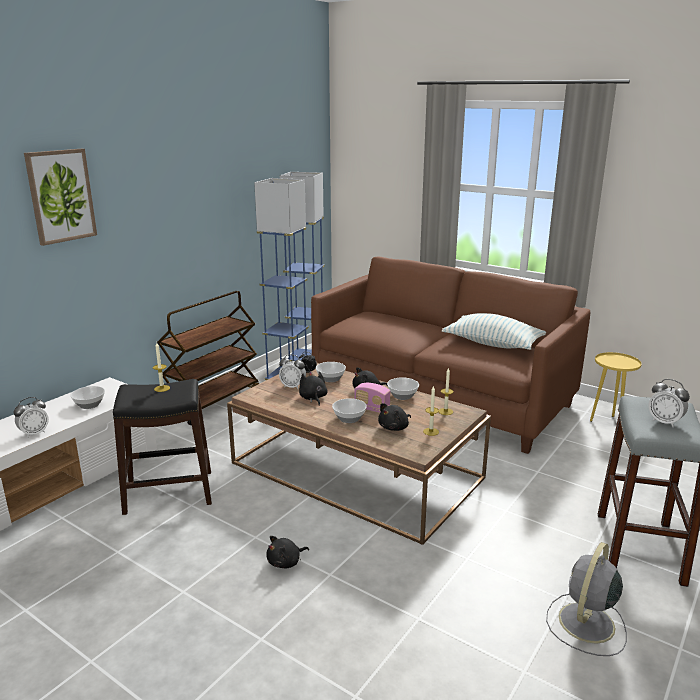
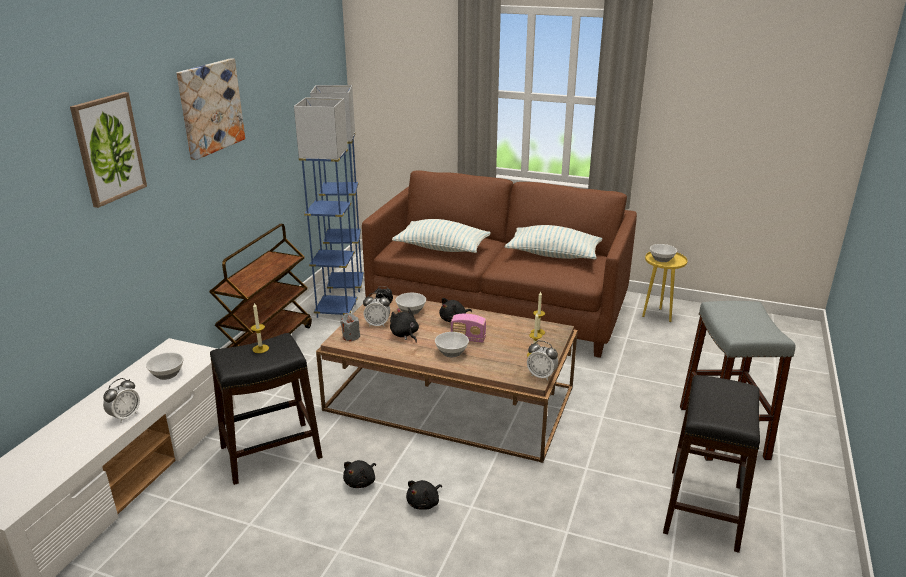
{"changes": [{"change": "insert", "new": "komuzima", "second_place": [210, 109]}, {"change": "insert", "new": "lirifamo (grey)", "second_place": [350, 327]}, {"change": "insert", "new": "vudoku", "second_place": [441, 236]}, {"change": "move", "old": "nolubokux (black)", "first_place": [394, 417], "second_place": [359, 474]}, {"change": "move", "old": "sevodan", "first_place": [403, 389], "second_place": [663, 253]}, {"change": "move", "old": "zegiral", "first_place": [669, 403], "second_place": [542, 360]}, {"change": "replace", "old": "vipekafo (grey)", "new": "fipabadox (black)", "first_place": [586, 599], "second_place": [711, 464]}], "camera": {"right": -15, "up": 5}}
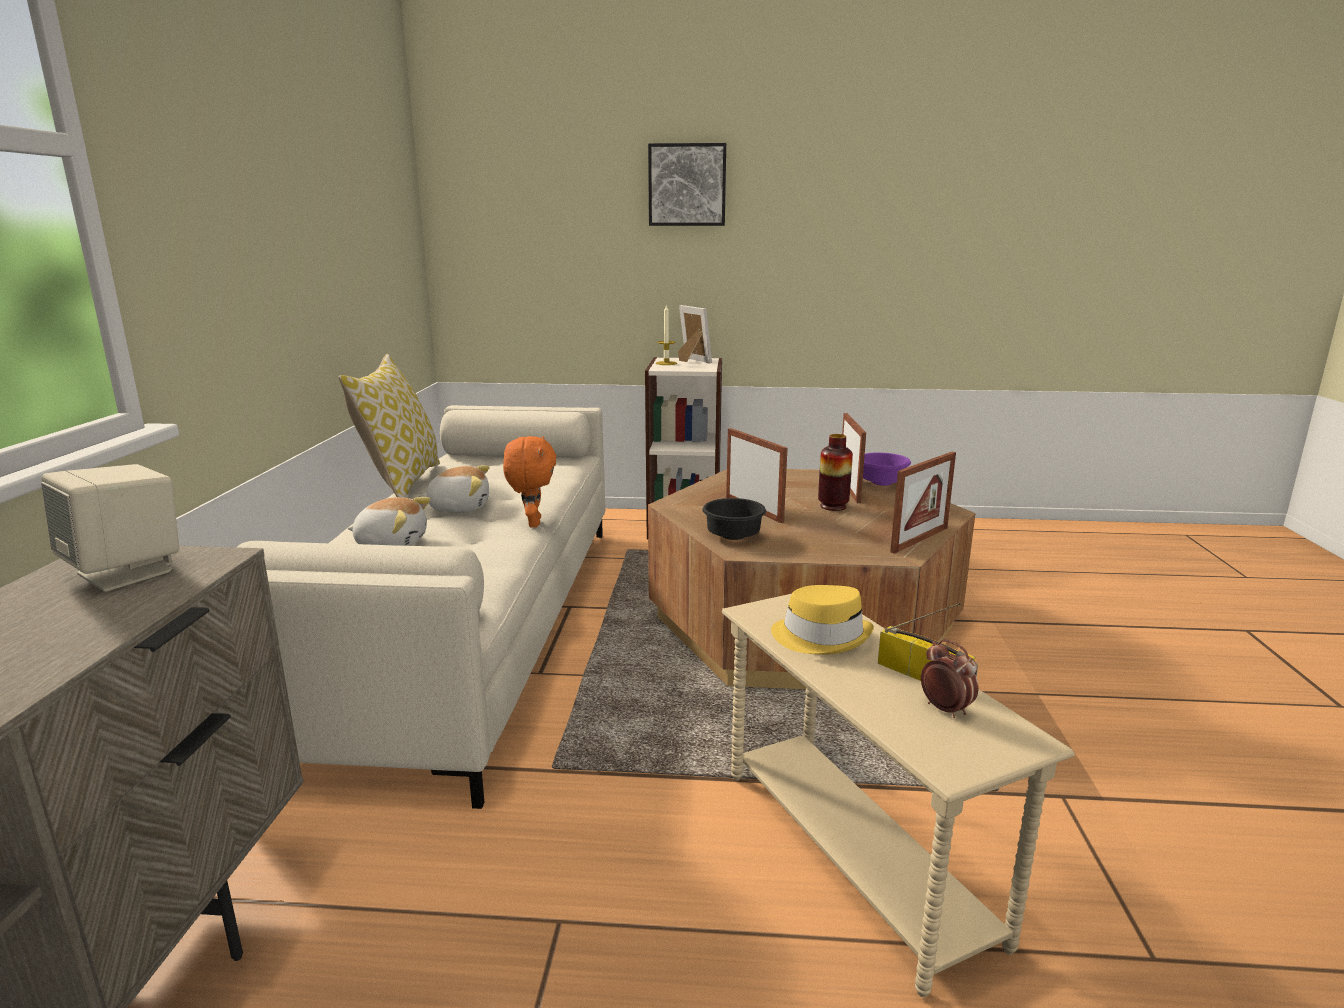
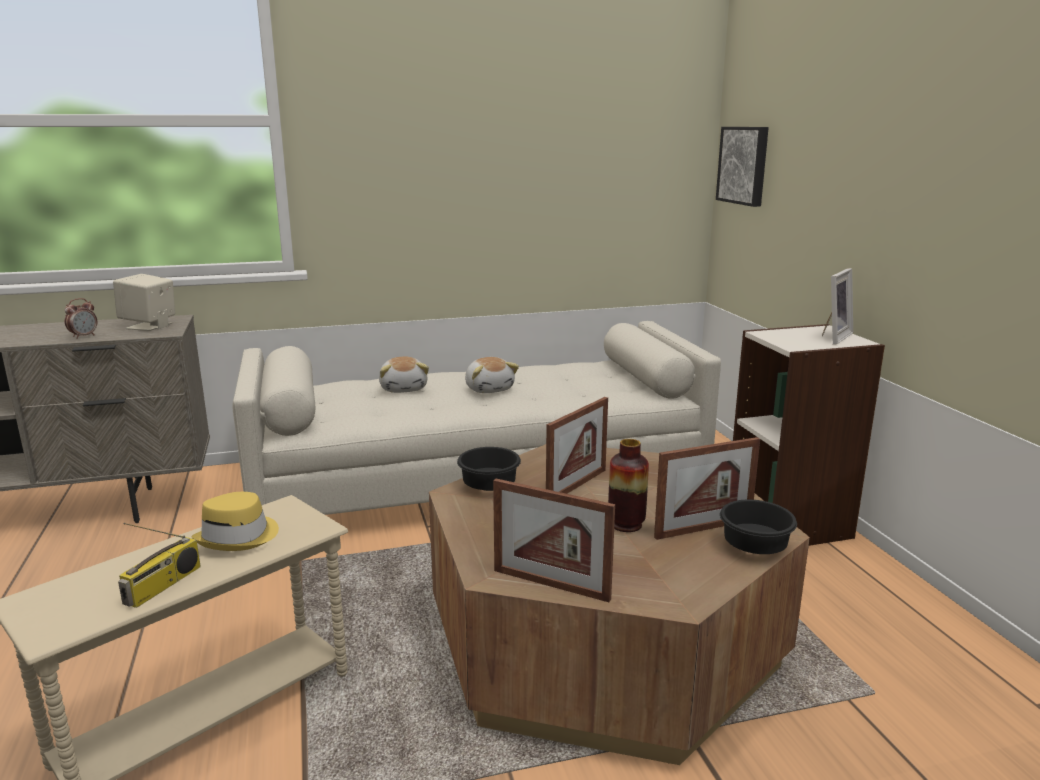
{"changes": [{"change": "delete", "old": "vudoku", "first_place": [389, 426]}, {"change": "delete", "old": "nolubokux (orange)", "first_place": [529, 481]}, {"change": "delete", "old": "lirifamo", "first_place": [666, 335]}, {"change": "move", "old": "komuzima", "first_place": [687, 184], "second_place": [742, 167]}, {"change": "move", "old": "zegiral", "first_place": [950, 678], "second_place": [81, 318]}, {"change": "recolor", "old": "sevodan (purple)", "new": "sevodan (black)", "first_place": [887, 469], "second_place": [758, 527]}], "camera": {"right": 70, "up": 0}}
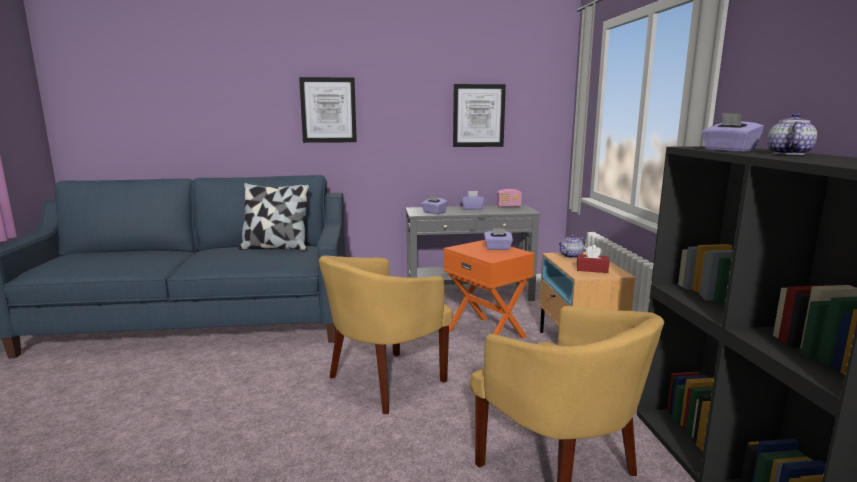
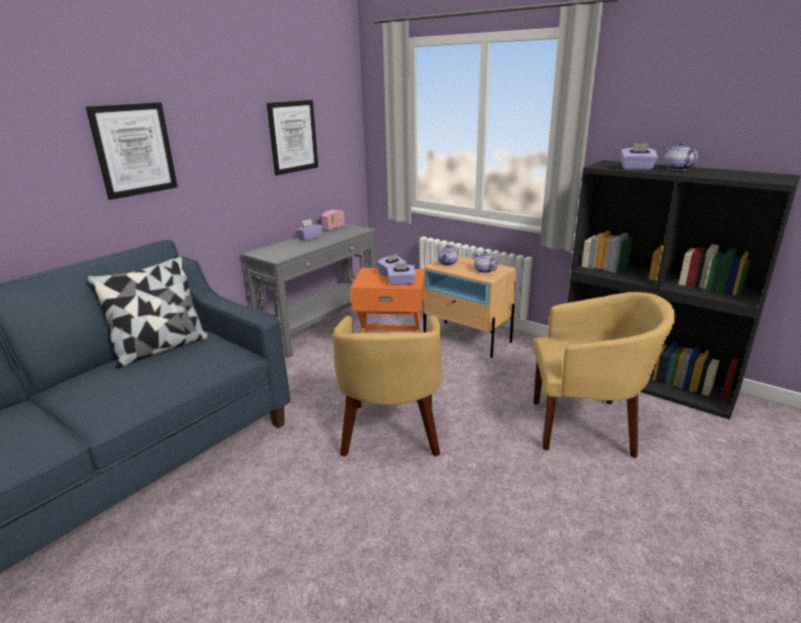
{"changes": [{"change": "move", "old": "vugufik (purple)", "first_place": [434, 204], "second_place": [401, 274]}, {"change": "replace", "old": "vugufik (red)", "new": "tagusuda", "first_place": [593, 259], "second_place": [485, 262]}], "camera": {"right": -45, "up": 10}}
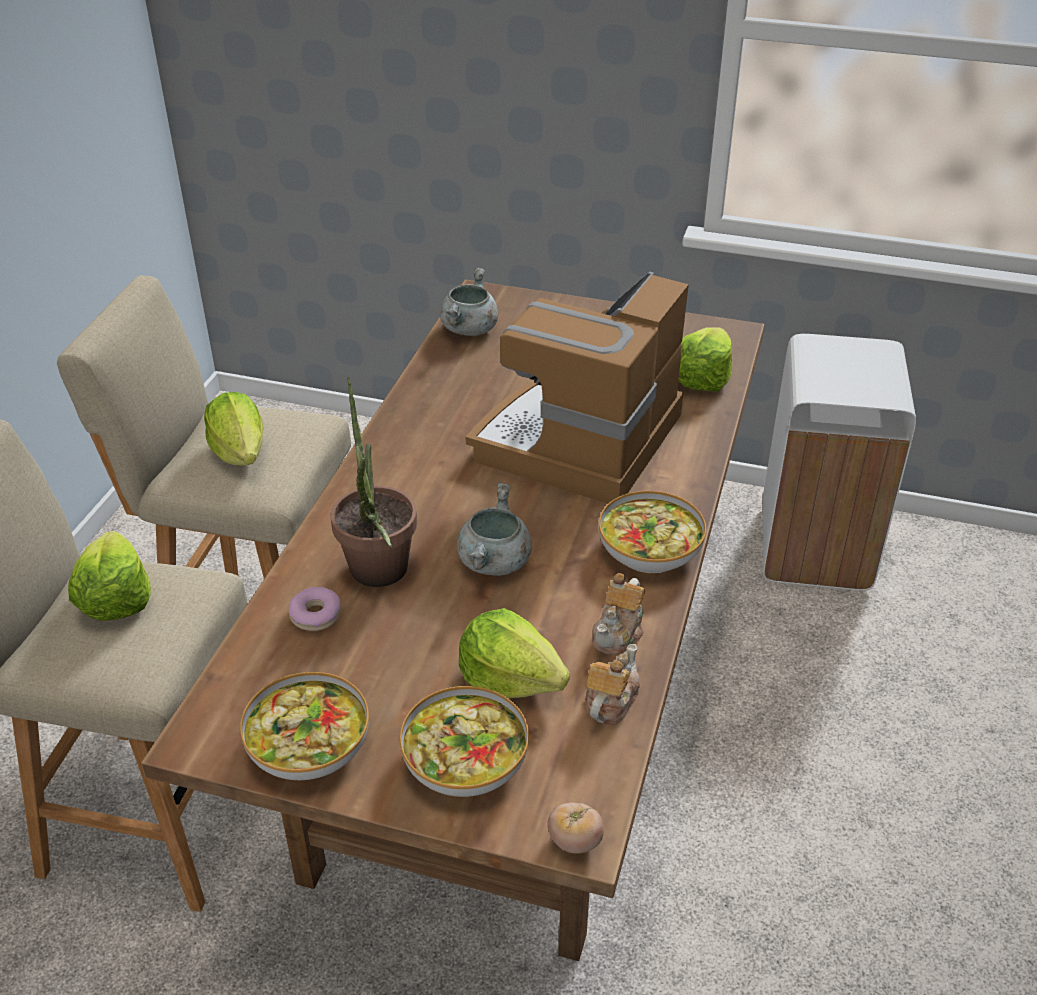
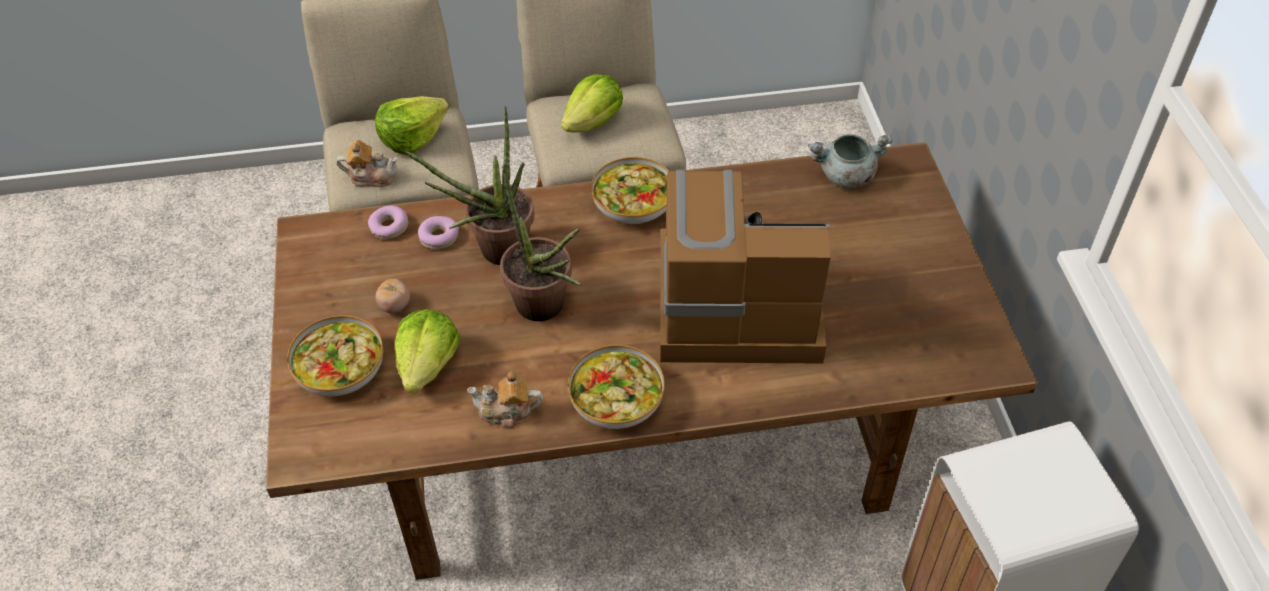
{"changes": [{"change": "delete", "old": "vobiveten", "first_place": [705, 360]}, {"change": "insert", "new": "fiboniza", "second_place": [388, 222]}, {"change": "move", "old": "sevodan", "first_place": [304, 726], "second_place": [630, 190]}, {"change": "move", "old": "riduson", "first_place": [575, 828], "second_place": [392, 296]}, {"change": "move", "old": "tagusuda", "first_place": [612, 684], "second_place": [367, 163]}, {"change": "replace", "old": "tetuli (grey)", "new": "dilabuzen", "first_place": [494, 529], "second_place": [540, 243]}], "camera": {"right": 65, "up": 10}}
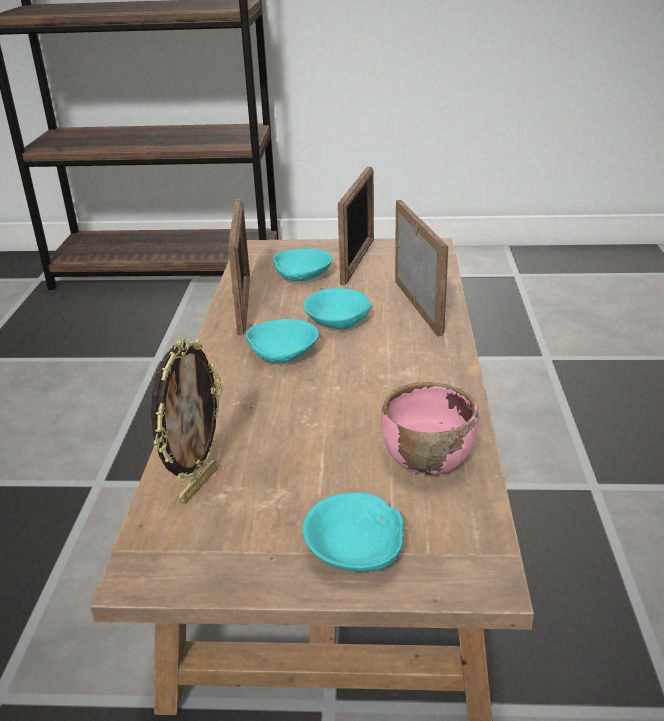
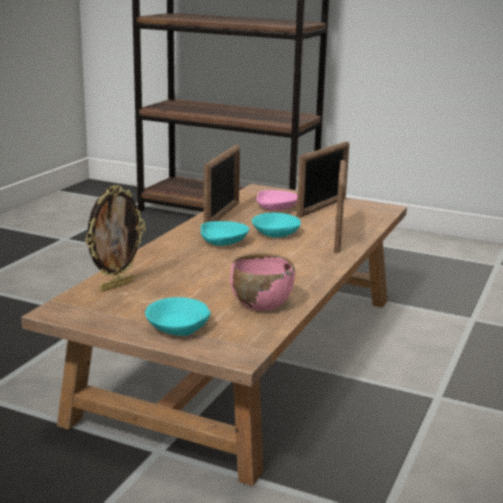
{"changes": [{"change": "recolor", "old": "sevodan (turquoise)", "new": "sevodan (pink)", "first_place": [302, 265], "second_place": [276, 200]}], "camera": {"right": 20, "up": -10}}
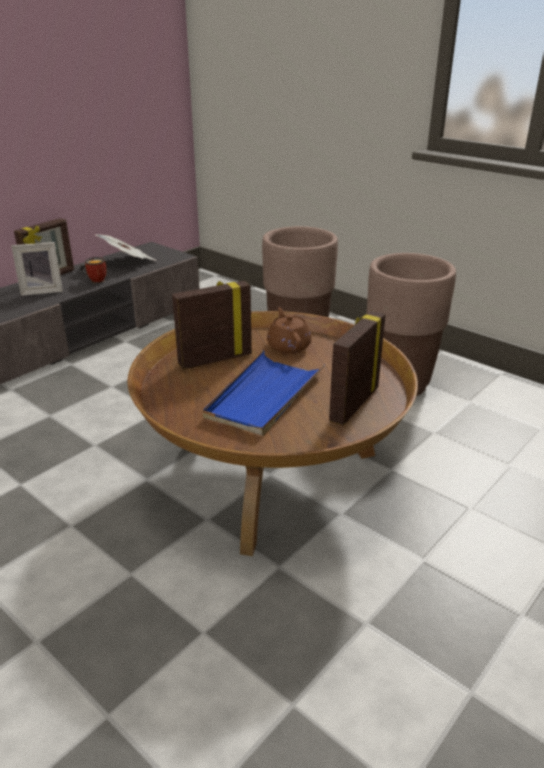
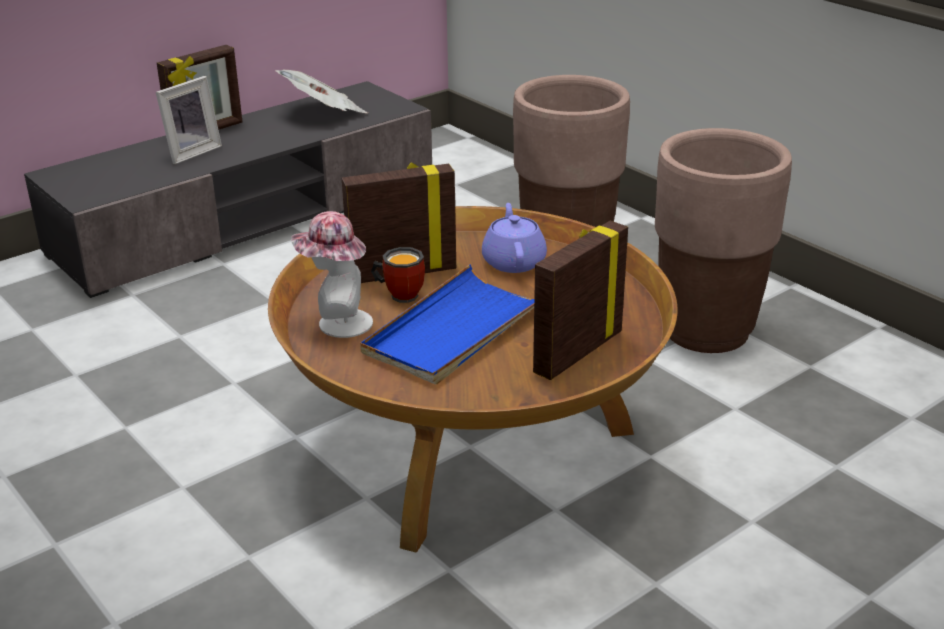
{"changes": [{"change": "insert", "new": "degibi", "second_place": [332, 274]}, {"change": "move", "old": "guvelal", "first_place": [93, 270], "second_place": [398, 275]}, {"change": "recolor", "old": "tagusuda (brown)", "new": "tagusuda (purple)", "first_place": [289, 330], "second_place": [514, 238]}, {"change": "rotate", "old": "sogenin", "first_place": [37, 269], "second_place": [189, 120], "degrees": -45}], "camera": {"right": 10, "up": 0}}
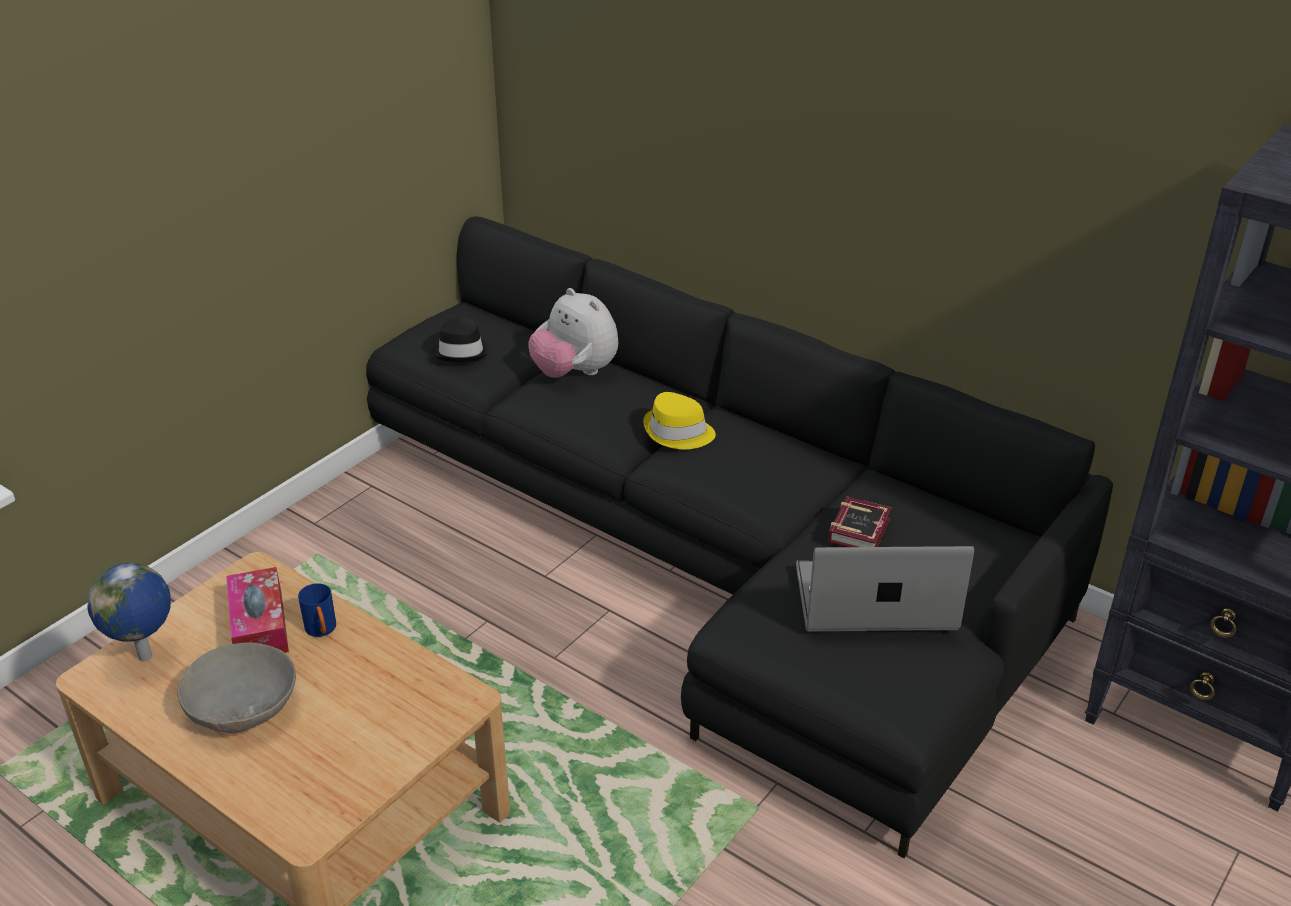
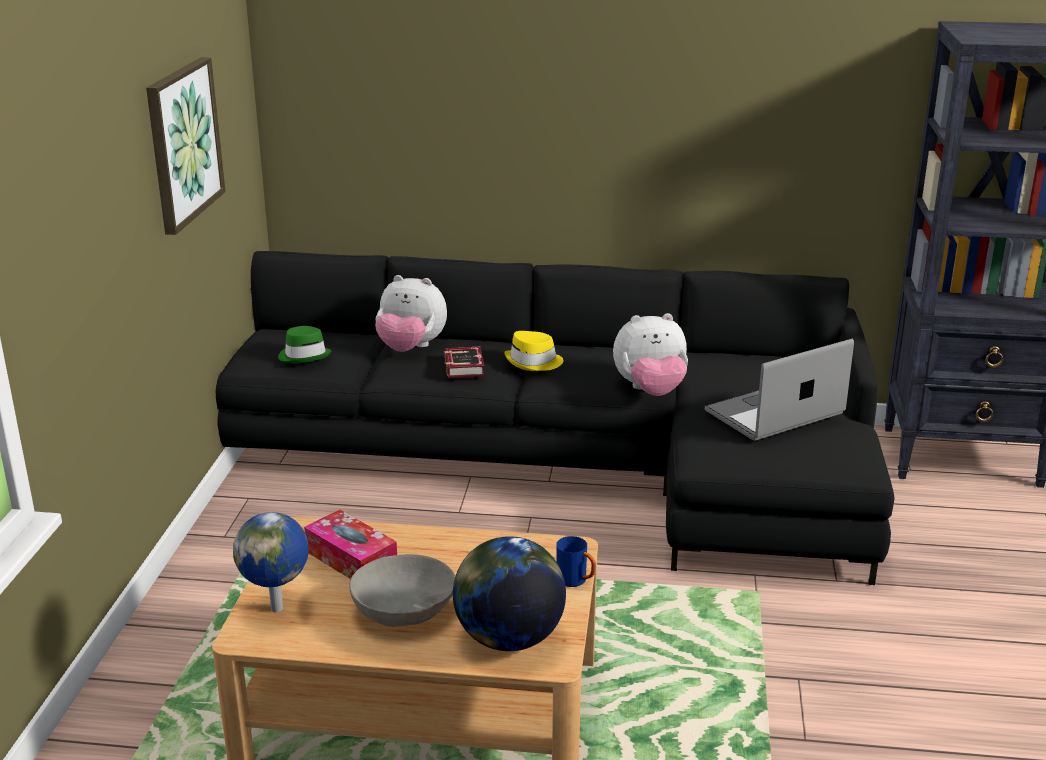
{"changes": [{"change": "insert", "new": "komuzima", "second_place": [186, 146]}, {"change": "insert", "new": "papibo", "second_place": [509, 593]}, {"change": "insert", "new": "nolubokux", "second_place": [650, 354]}, {"change": "move", "old": "guvelal (blue)", "first_place": [317, 610], "second_place": [576, 561]}, {"change": "move", "old": "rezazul", "first_place": [860, 521], "second_place": [464, 362]}, {"change": "recolor", "old": "degibi (black)", "new": "degibi (green)", "first_place": [461, 339], "second_place": [305, 344]}], "camera": {"right": -30, "up": -10}}
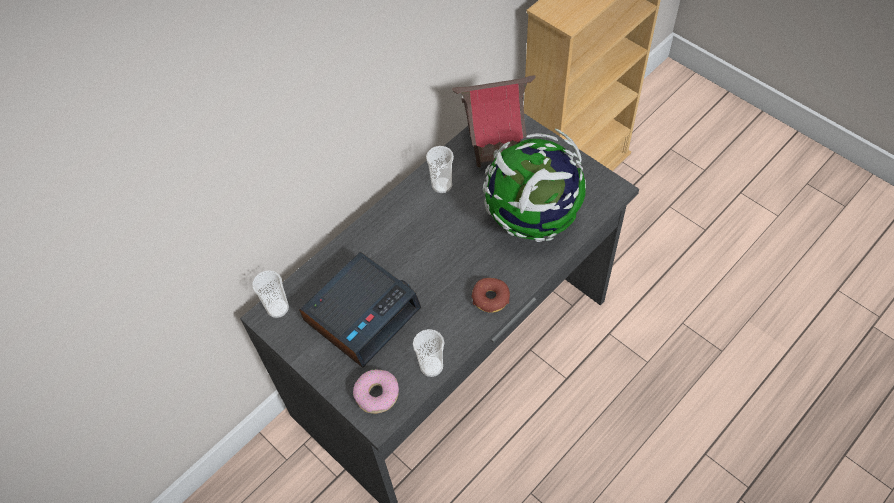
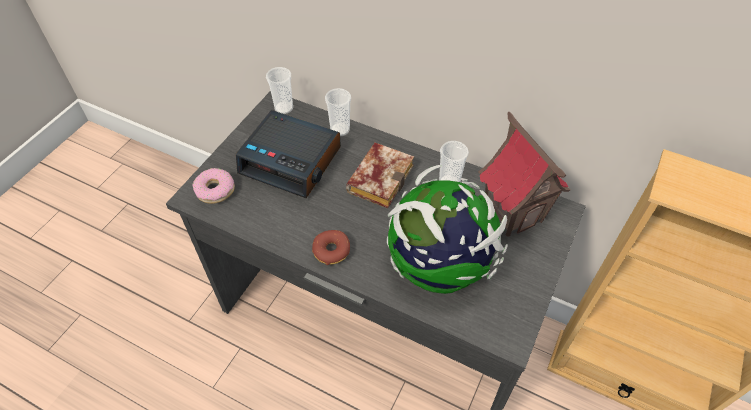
{"changes": [{"change": "insert", "new": "rezazul", "second_place": [380, 175]}, {"change": "move", "old": "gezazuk", "first_place": [428, 353], "second_place": [338, 112]}], "camera": {"right": 70, "up": -5}}
